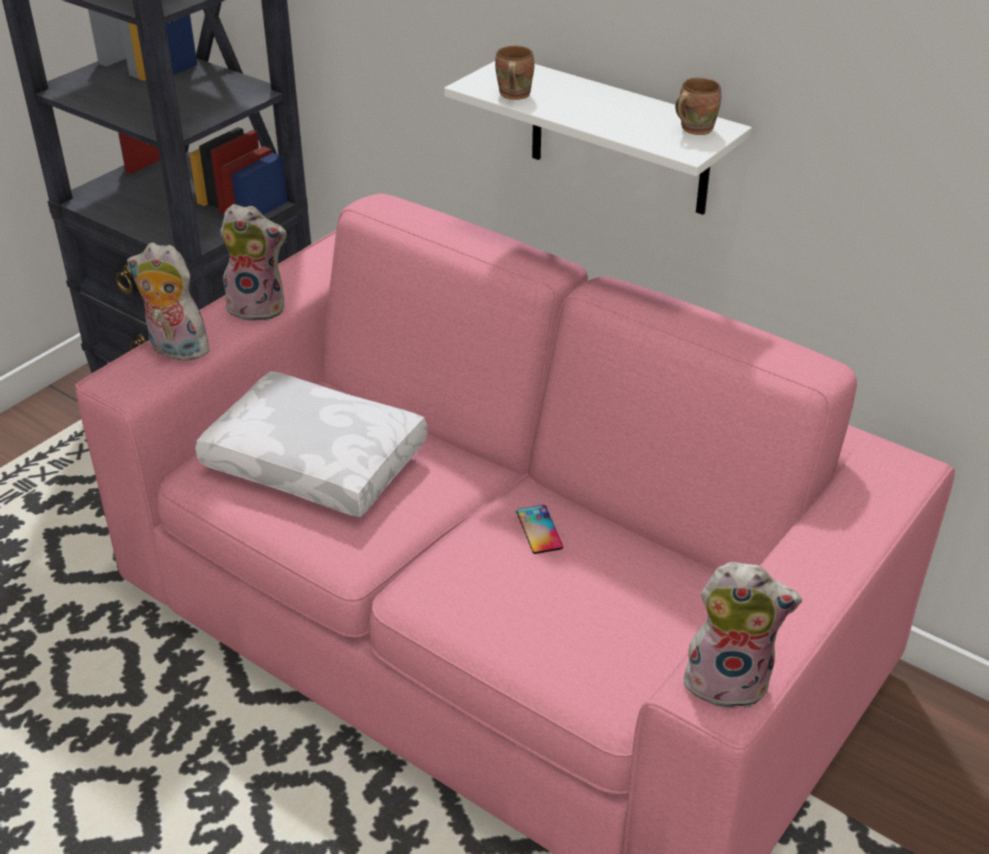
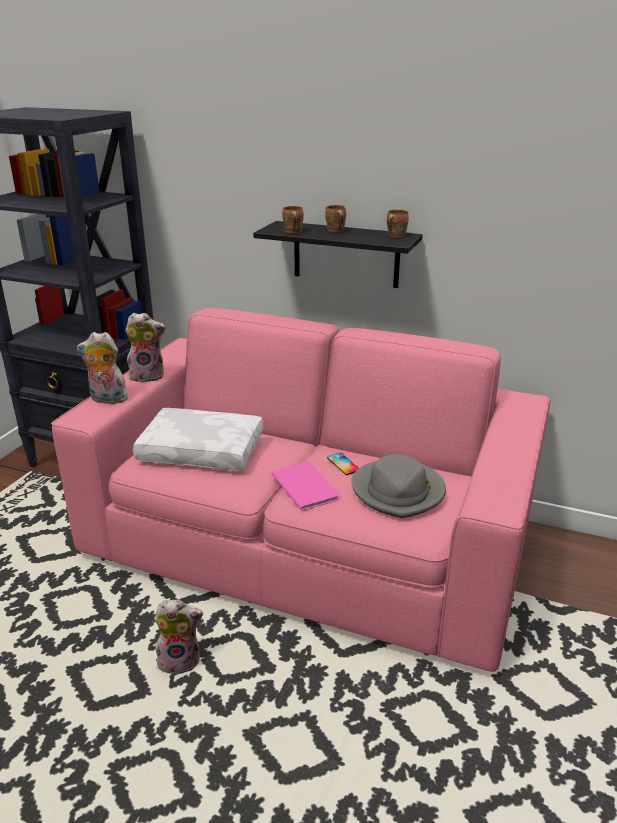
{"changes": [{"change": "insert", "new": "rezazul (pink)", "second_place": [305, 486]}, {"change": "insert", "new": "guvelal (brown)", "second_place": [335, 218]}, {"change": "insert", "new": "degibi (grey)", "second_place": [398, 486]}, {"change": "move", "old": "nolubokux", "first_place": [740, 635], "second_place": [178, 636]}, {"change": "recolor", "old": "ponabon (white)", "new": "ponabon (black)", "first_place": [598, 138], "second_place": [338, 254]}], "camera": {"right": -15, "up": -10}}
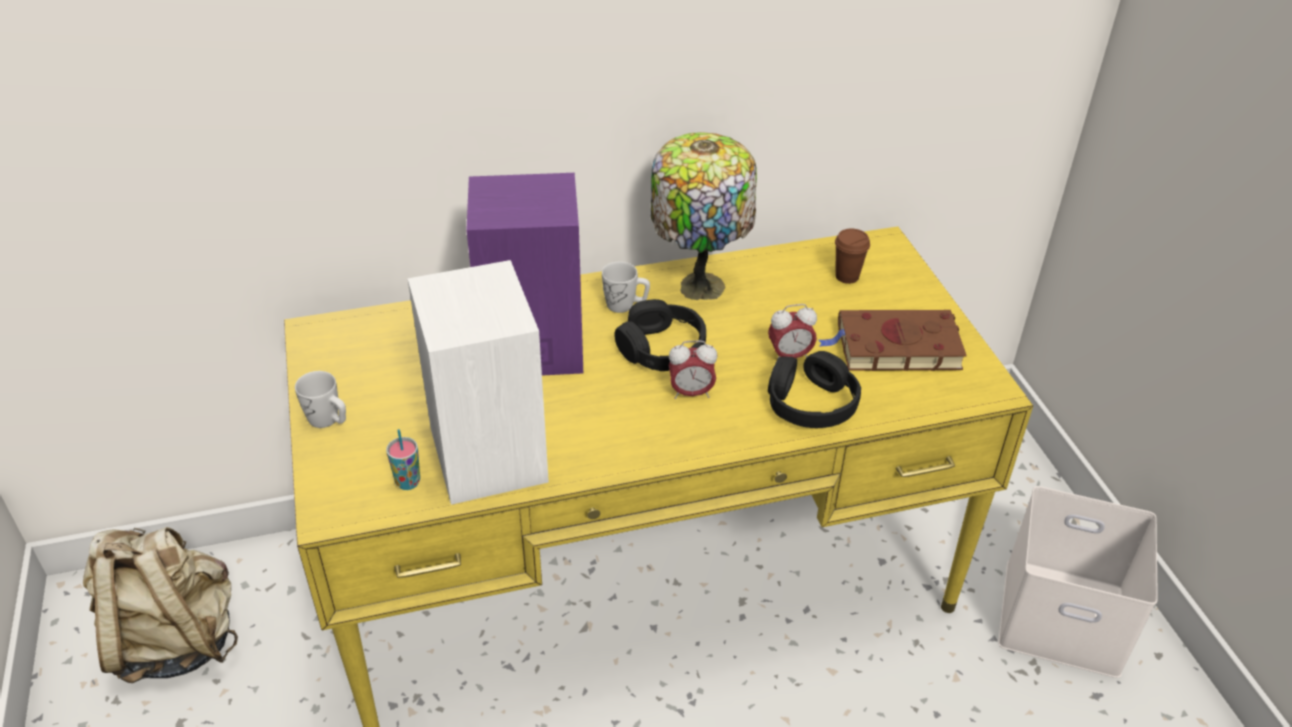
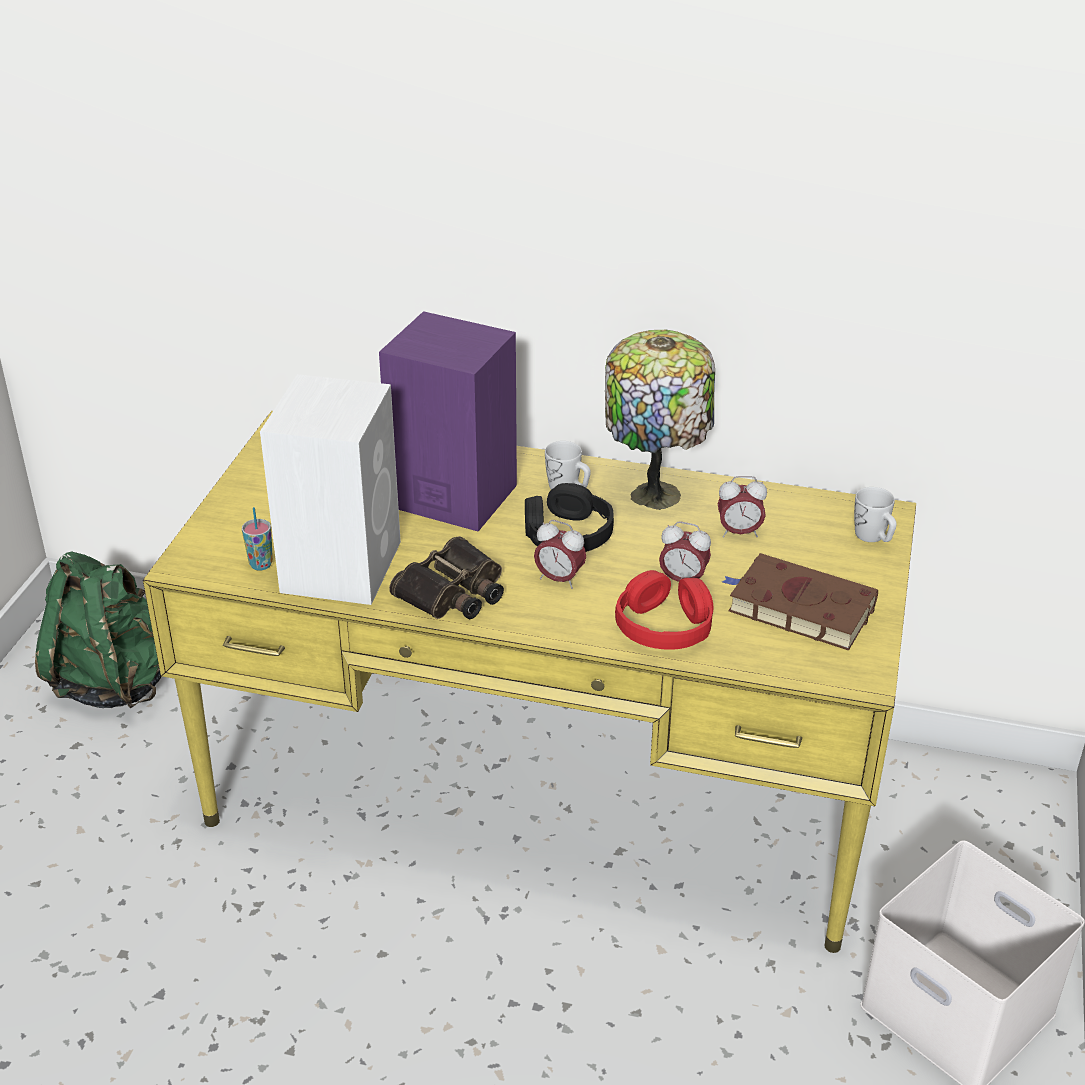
{"changes": [{"change": "delete", "old": "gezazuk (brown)", "first_place": [852, 256]}, {"change": "insert", "new": "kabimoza", "second_place": [446, 577]}, {"change": "insert", "new": "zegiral", "second_place": [742, 506]}, {"change": "move", "old": "guvelal (white)", "first_place": [320, 399], "second_place": [875, 514]}, {"change": "recolor", "old": "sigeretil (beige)", "new": "sigeretil (green)", "first_place": [160, 605], "second_place": [98, 630]}, {"change": "recolor", "old": "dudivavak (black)", "new": "dudivavak (red)", "first_place": [814, 389], "second_place": [664, 610]}], "camera": {"right": 30, "up": -5}}
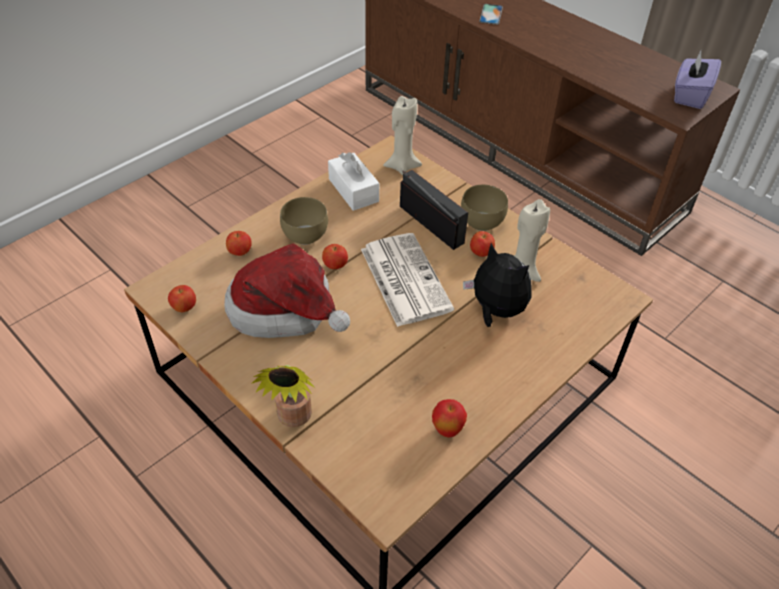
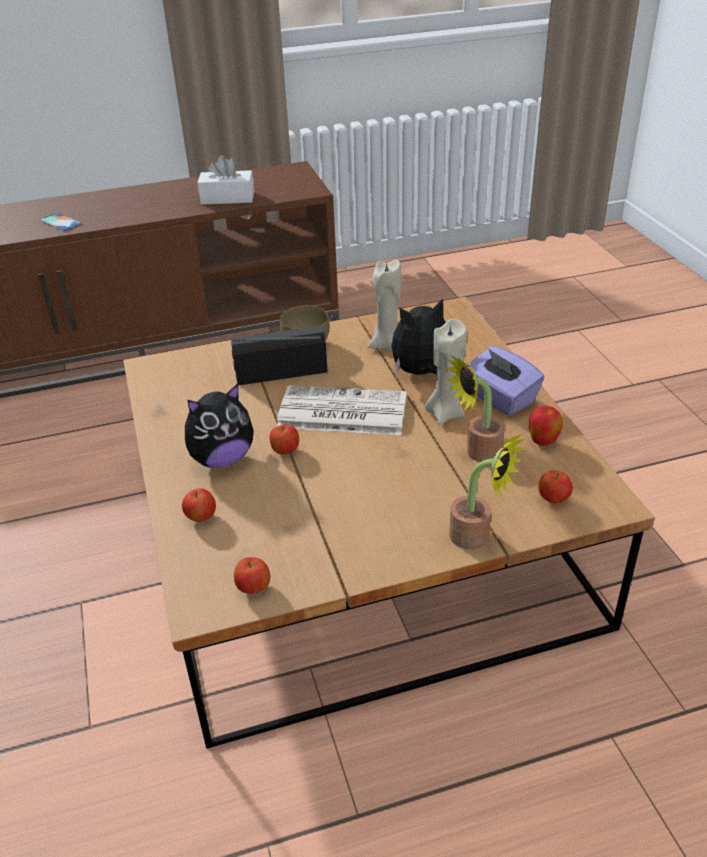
{"changes": [{"change": "delete", "old": "degibi", "first_place": [287, 290]}, {"change": "insert", "new": "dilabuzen", "second_place": [475, 408]}, {"change": "move", "old": "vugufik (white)", "first_place": [353, 181], "second_place": [225, 180]}, {"change": "move", "old": "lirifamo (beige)", "first_place": [402, 135], "second_place": [446, 372]}, {"change": "move", "old": "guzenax", "first_place": [482, 244], "second_place": [555, 486]}, {"change": "move", "old": "vugufik (purple)", "first_place": [697, 80], "second_place": [505, 381]}, {"change": "replace", "old": "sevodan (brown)", "new": "nolubokux", "first_place": [304, 221], "second_place": [219, 426]}], "camera": {"right": -60, "up": -10}}
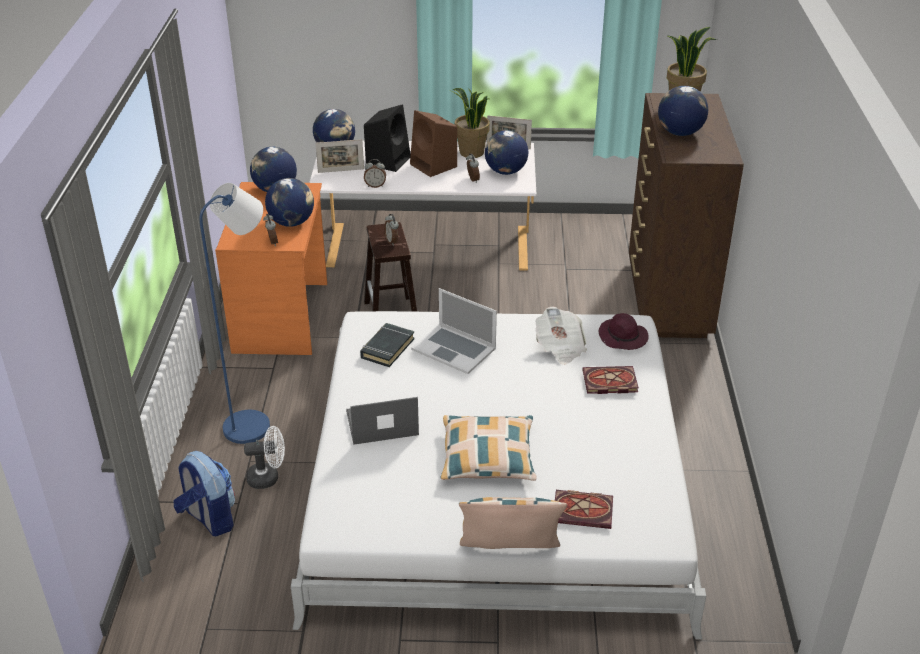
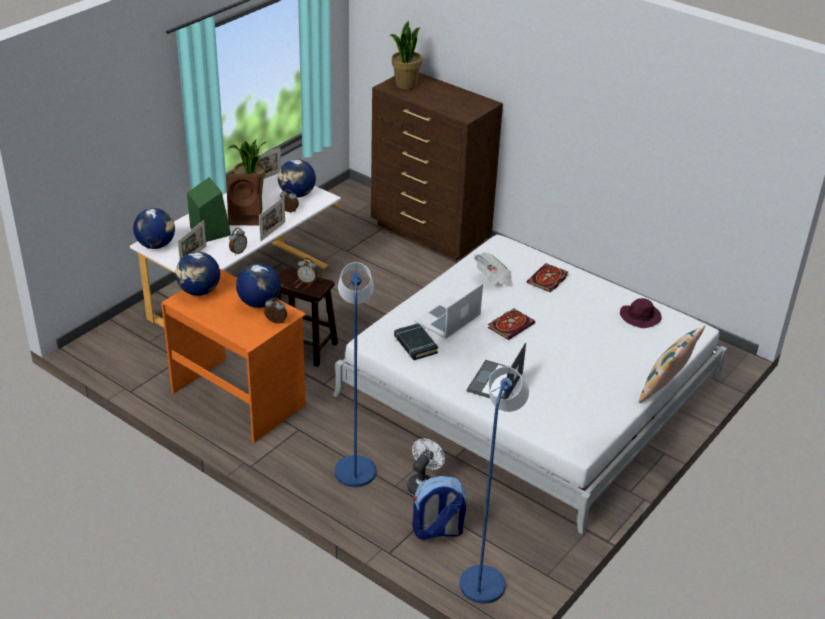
{"changes": [{"change": "delete", "old": "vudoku", "first_place": [489, 448]}, {"change": "delete", "old": "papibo", "first_place": [683, 111]}, {"change": "insert", "new": "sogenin", "second_place": [272, 219]}, {"change": "insert", "new": "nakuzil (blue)", "second_place": [494, 485]}, {"change": "move", "old": "rezazul", "first_place": [584, 509], "second_place": [511, 324]}, {"change": "move", "old": "degibi (purple)", "first_place": [624, 331], "second_place": [641, 313]}, {"change": "recolor", "old": "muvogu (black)", "new": "muvogu (green)", "first_place": [387, 138], "second_place": [209, 209]}, {"change": "rotate", "old": "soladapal", "first_place": [454, 331], "second_place": [449, 311], "degrees": 150}], "camera": {"right": -55, "up": 0}}
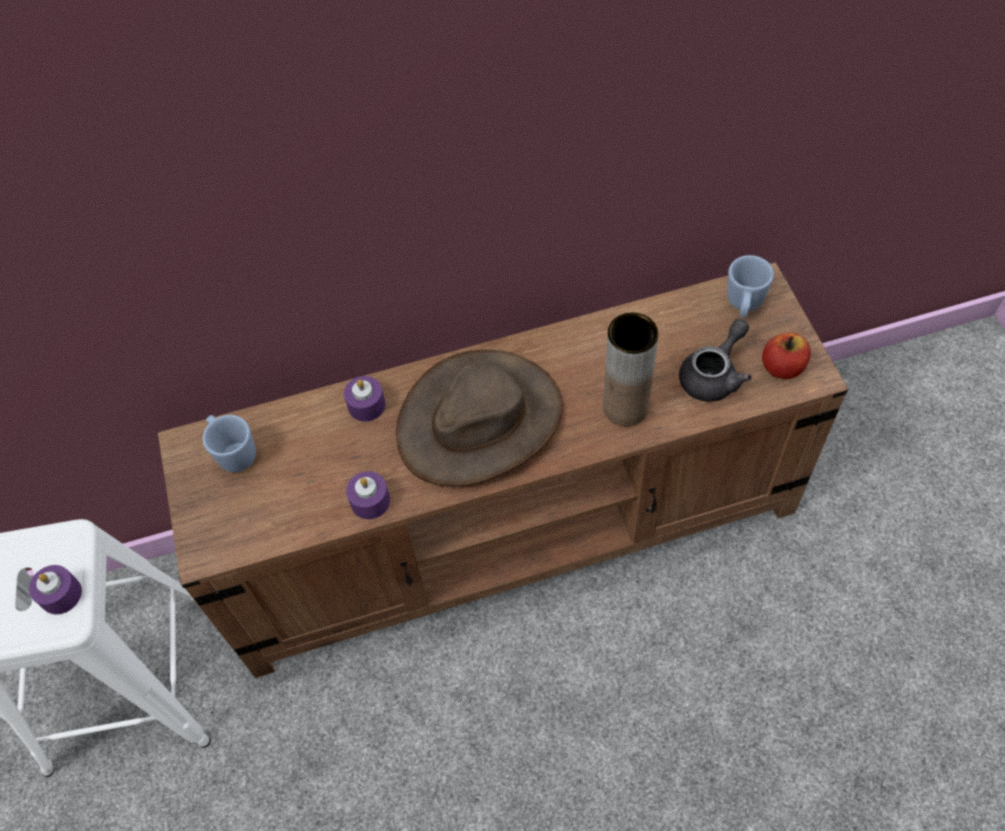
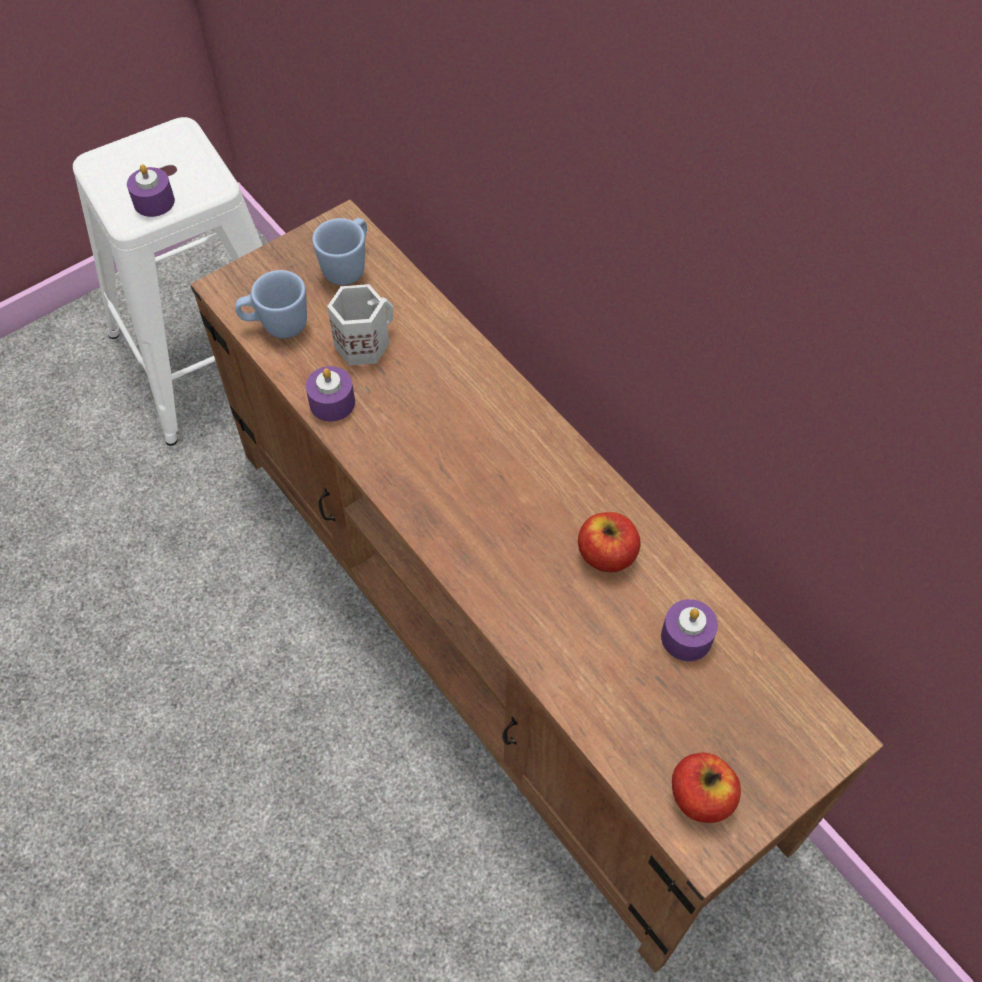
{"changes": [{"change": "delete", "old": "degibi (brown)", "first_place": [479, 418]}, {"change": "delete", "old": "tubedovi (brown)", "first_place": [631, 369]}, {"change": "delete", "old": "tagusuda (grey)", "first_place": [715, 360]}, {"change": "insert", "new": "guvelal (white)", "second_place": [360, 325]}, {"change": "insert", "new": "guzenax", "second_place": [609, 542]}, {"change": "move", "old": "lirifamo (purple)", "first_place": [364, 399], "second_place": [689, 630]}, {"change": "move", "old": "guvelal (blue)", "first_place": [750, 286], "second_place": [271, 304]}], "camera": {"right": 65, "up": 0}}
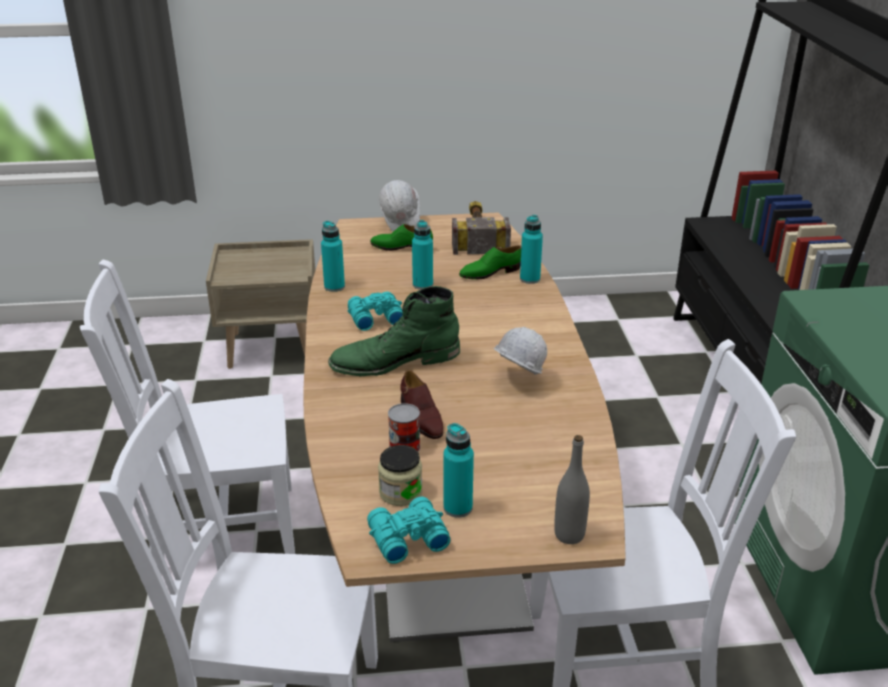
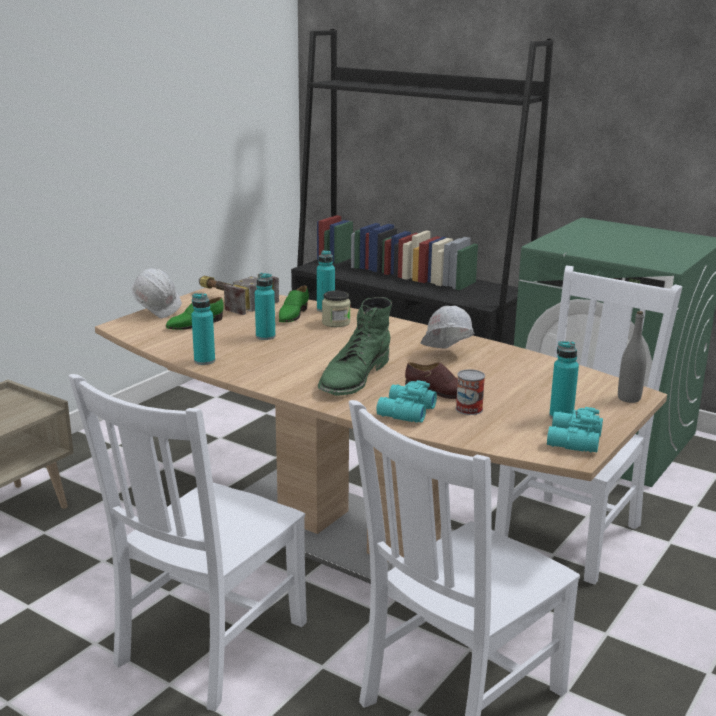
{"changes": [{"change": "move", "old": "kabimoza (turquoise)", "first_place": [375, 311], "second_place": [406, 401]}, {"change": "move", "old": "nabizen", "first_place": [400, 475], "second_place": [336, 308]}], "camera": {"right": -50, "up": -10}}
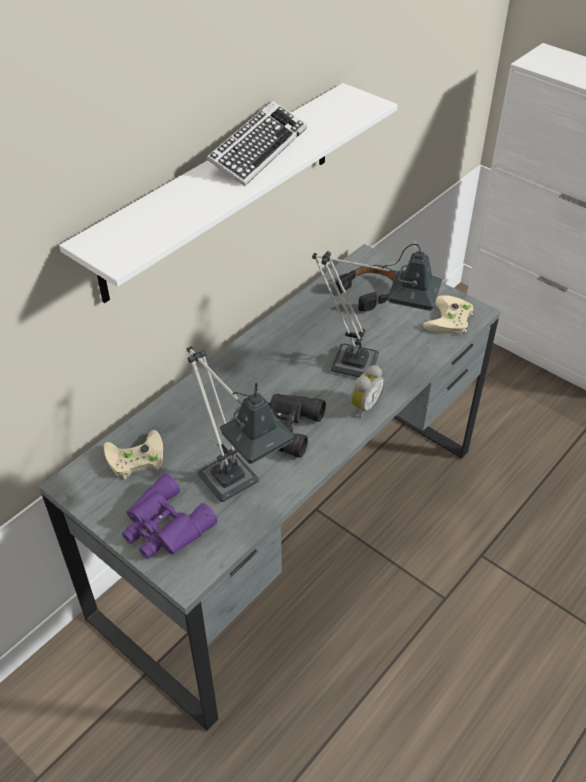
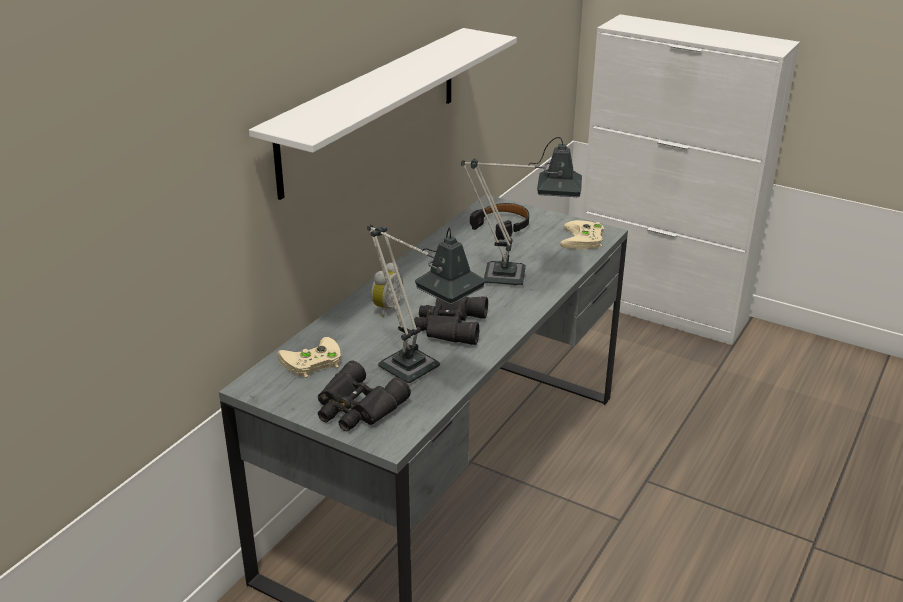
{"changes": [{"change": "delete", "old": "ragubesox", "first_place": [256, 143]}, {"change": "move", "old": "zegiral", "first_place": [367, 391], "second_place": [387, 289]}, {"change": "recolor", "old": "kabimoza (purple)", "new": "kabimoza (black)", "first_place": [170, 516], "second_place": [364, 396]}], "camera": {"right": -10, "up": -15}}
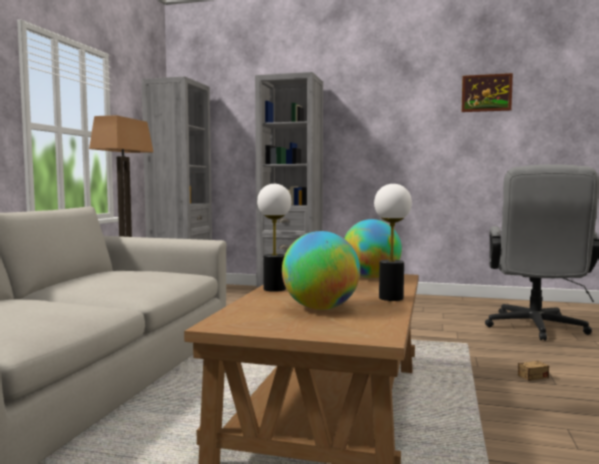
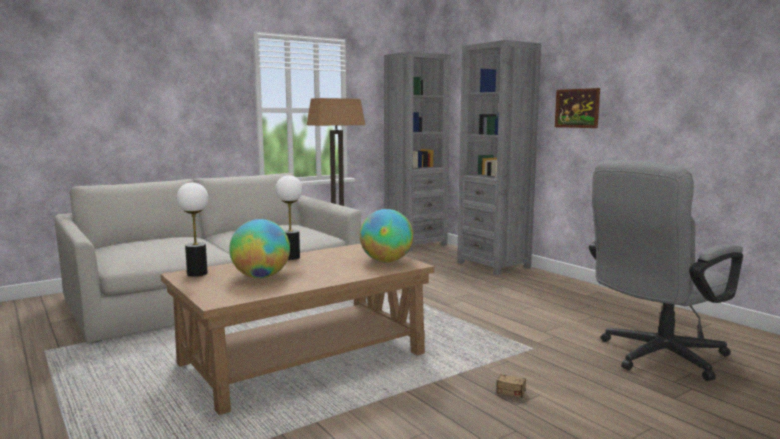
{"changes": [{"change": "move", "old": "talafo", "first_place": [393, 242], "second_place": [192, 229]}, {"change": "move", "old": "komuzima", "first_place": [487, 92], "second_place": [577, 108]}], "camera": {"right": 40, "up": 5}}
